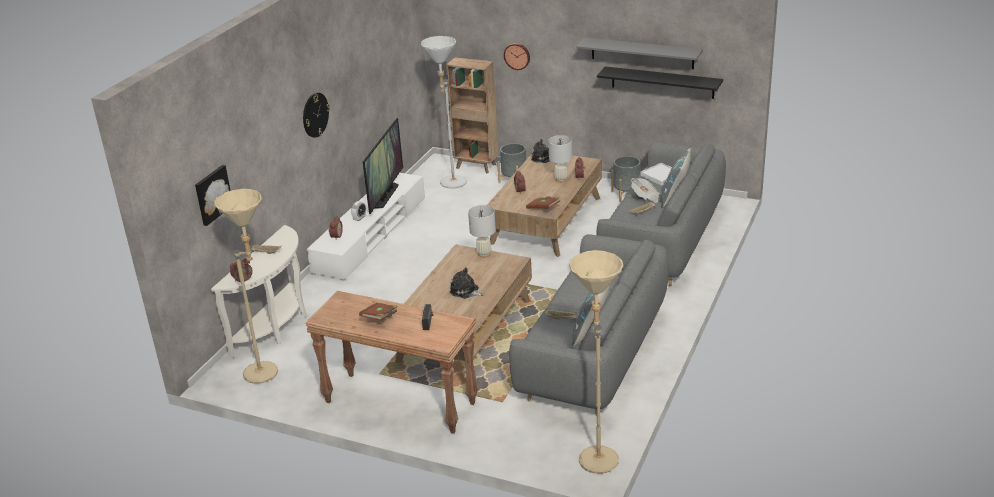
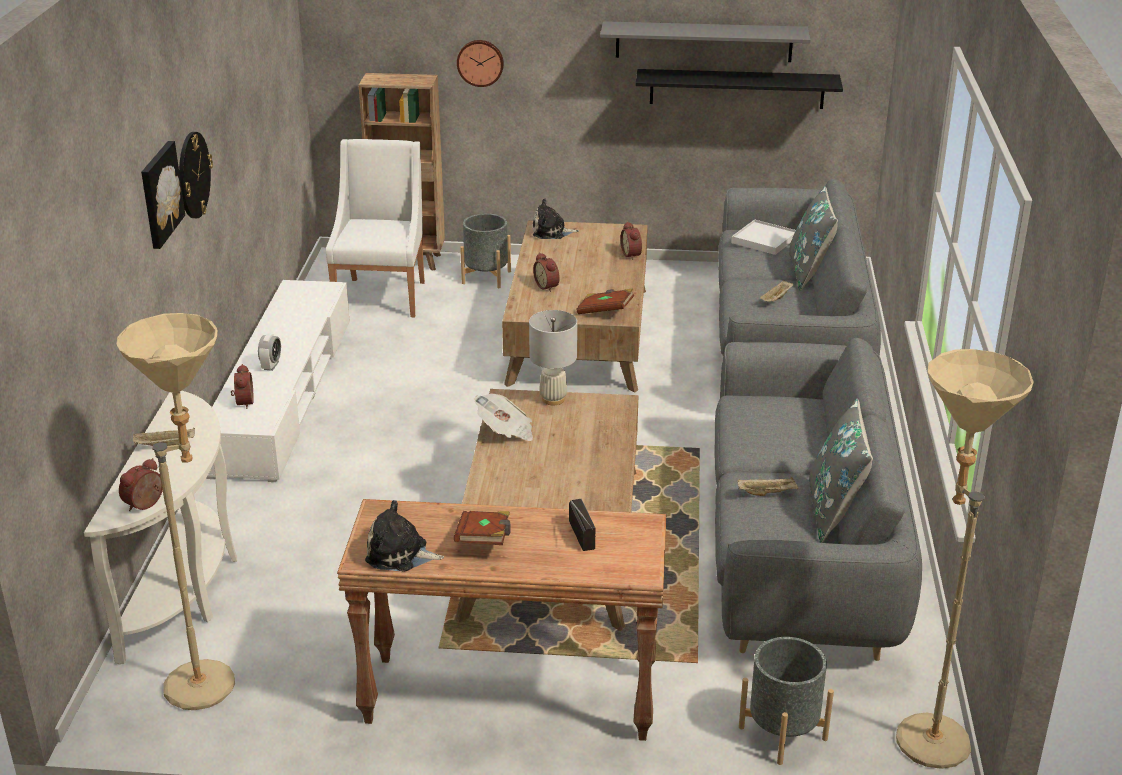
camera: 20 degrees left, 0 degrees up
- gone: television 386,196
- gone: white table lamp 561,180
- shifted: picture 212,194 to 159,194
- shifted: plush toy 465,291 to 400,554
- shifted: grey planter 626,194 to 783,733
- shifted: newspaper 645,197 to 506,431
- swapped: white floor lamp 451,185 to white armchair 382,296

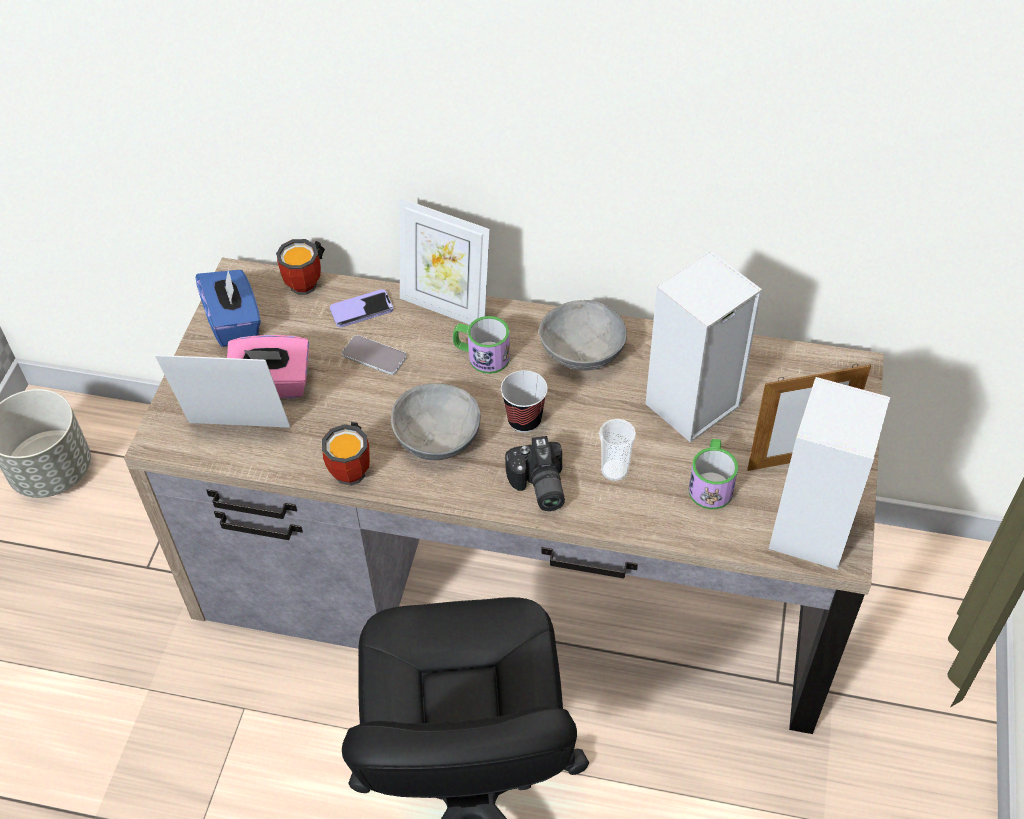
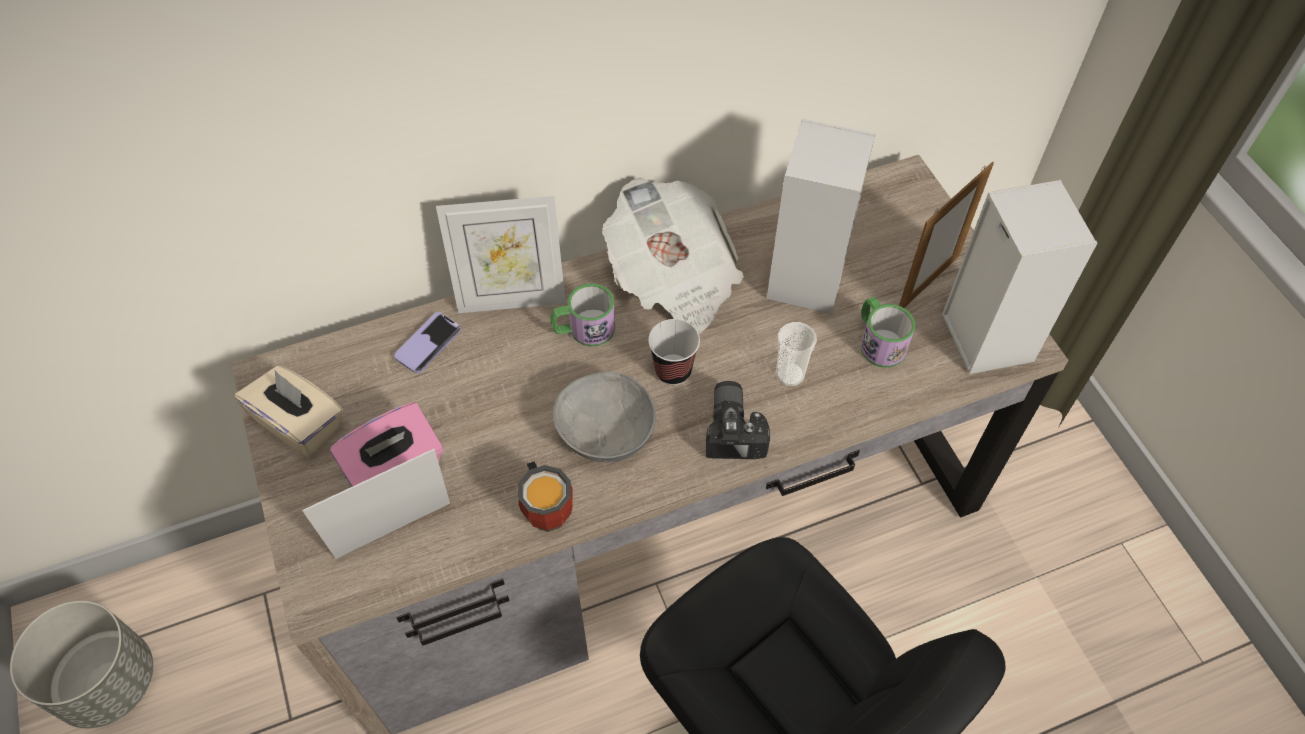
camera: 35 degrees left, 5 degrees up
- gone: mug 308,282
- gone: phone 374,356
- swapped: grey bowl 582,352 to newspaper 673,279
- repainted: blue tissue box 234,322 to beige tissue box 300,424
- rotated: photo camera 537,487 = 736,428 135 degrees counterclockwise

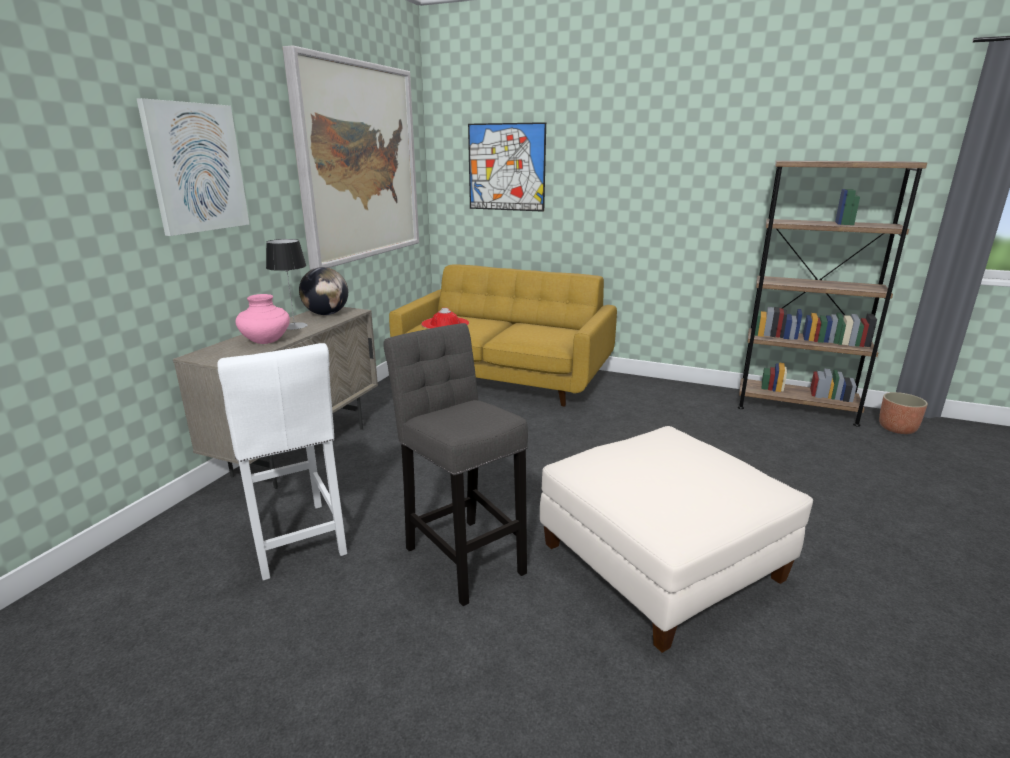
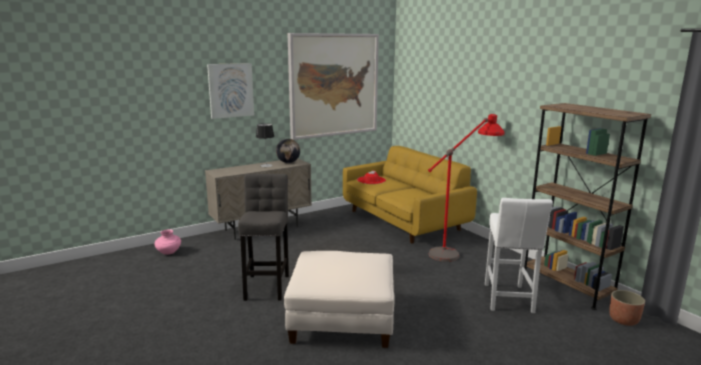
camera: 35 degrees right, 5 degrees down
- gone: picture 506,167
- new: red floor lamp 459,250
- shifted: white stool 297,542 to 508,300
- shifted: pink vase 266,341 to 168,252

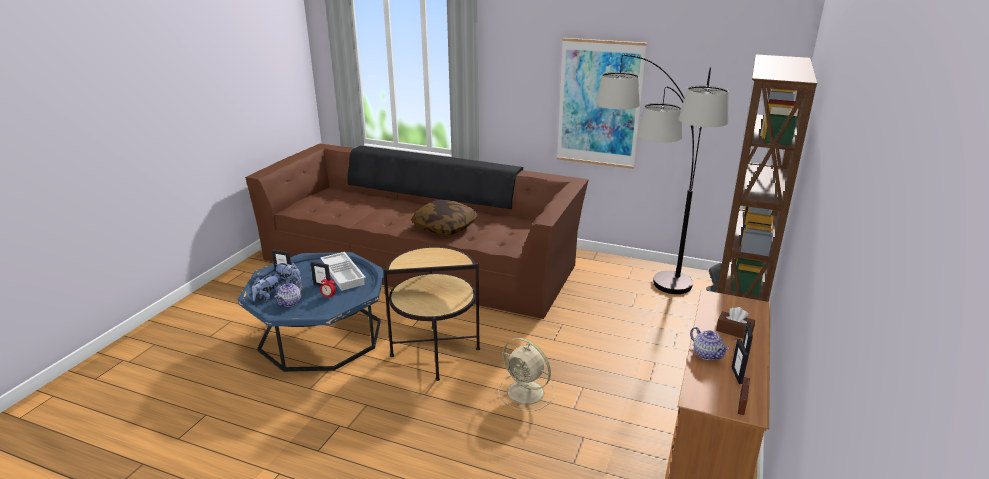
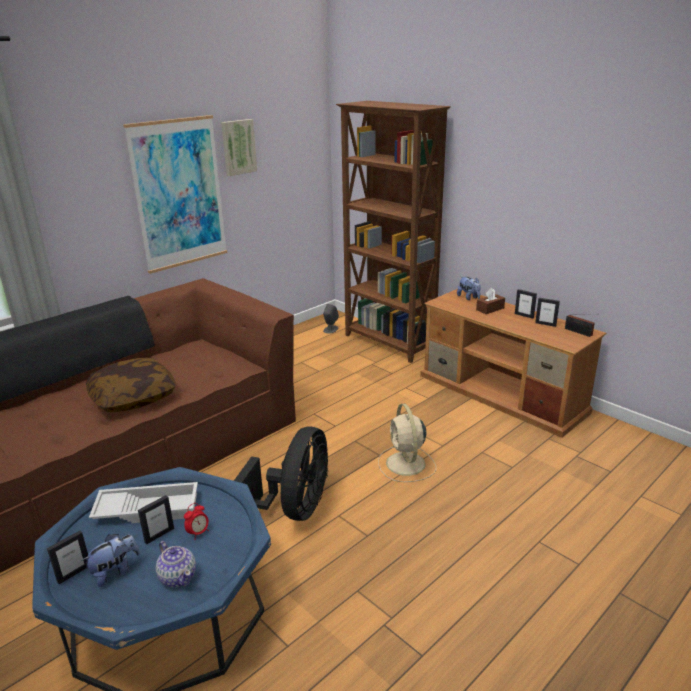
camera: 65 degrees left, 0 degrees up
- gone: floor lamp 648,303
- gone: teapot 706,354
- new: picture 238,147
- shifted: plush toy 268,298 to 469,298
- swapped: side table 435,352 to black fan 295,509
- rotated: beige fan 527,393 = 406,465 105 degrees clockwise

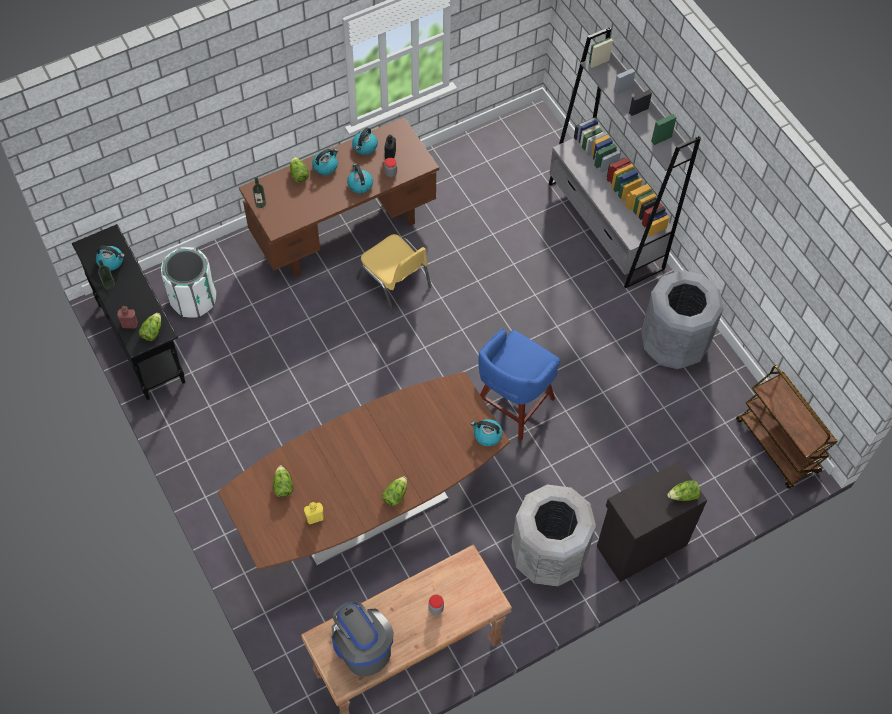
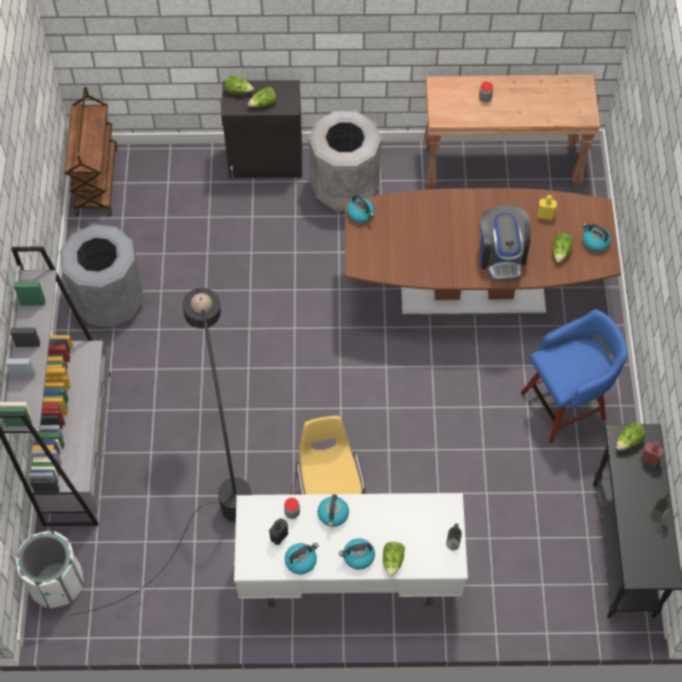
camera: 150 degrees left, 0 degrees up
- new: black floor lamp 211,476
- shifted: kettle 111,261 to 595,242
- shifted: white trash can 193,299 to 57,582
- shifted: coffee machine 362,646 to 501,256
- shifted: lettuce 395,495 to 263,103
- shifted: blue stool 512,406 to 565,405
- repainted: brown desk 344,231 to white desk 349,578

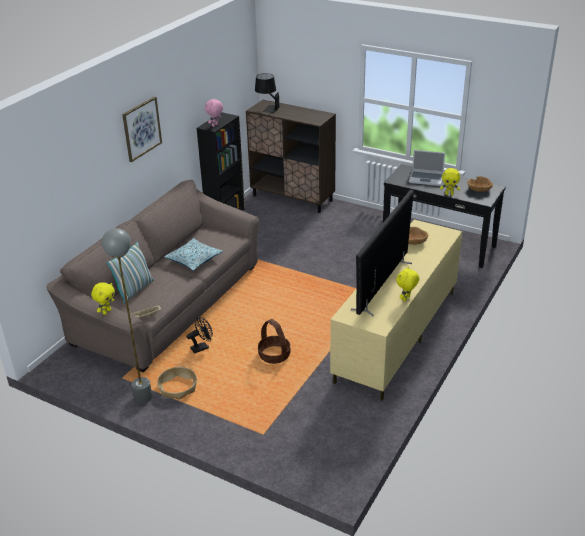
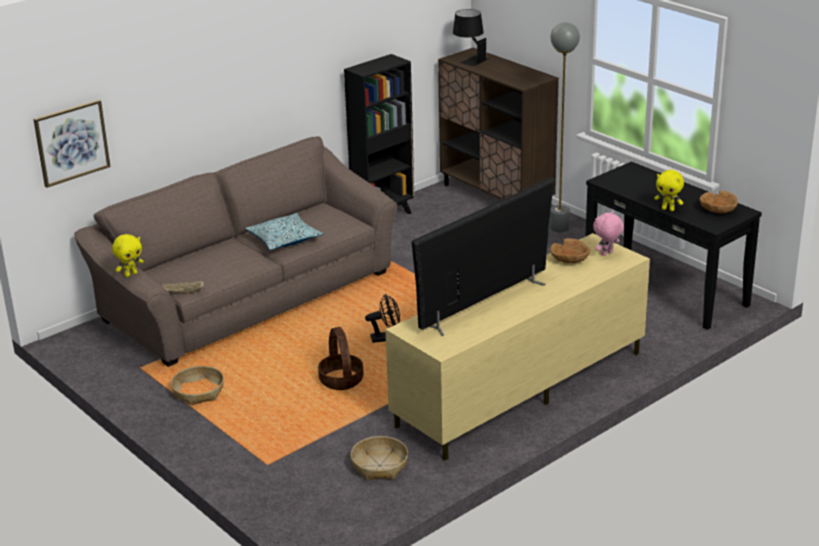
camera: 20 degrees right, 5 degrees down
- gone: pillow 135,290
- gone: yellow plush toy 406,299
- gone: laptop 426,179
- new: basket 379,466
- shifted: grey floor lamp 143,397 to 559,228
- shifted: picture 141,128 to 71,142
- shifted: black fan 202,347 to 386,338
- shifted: pink plush toy 215,125 to 607,254

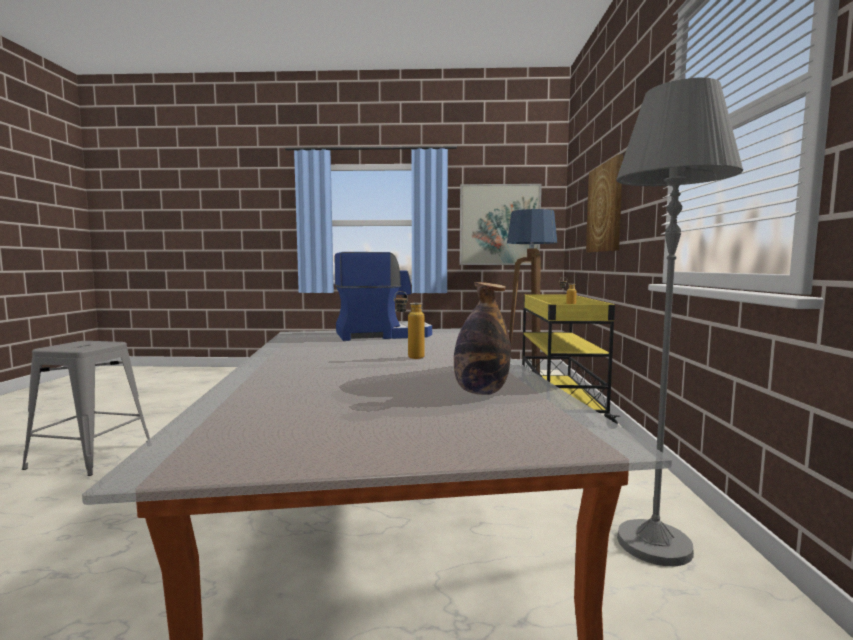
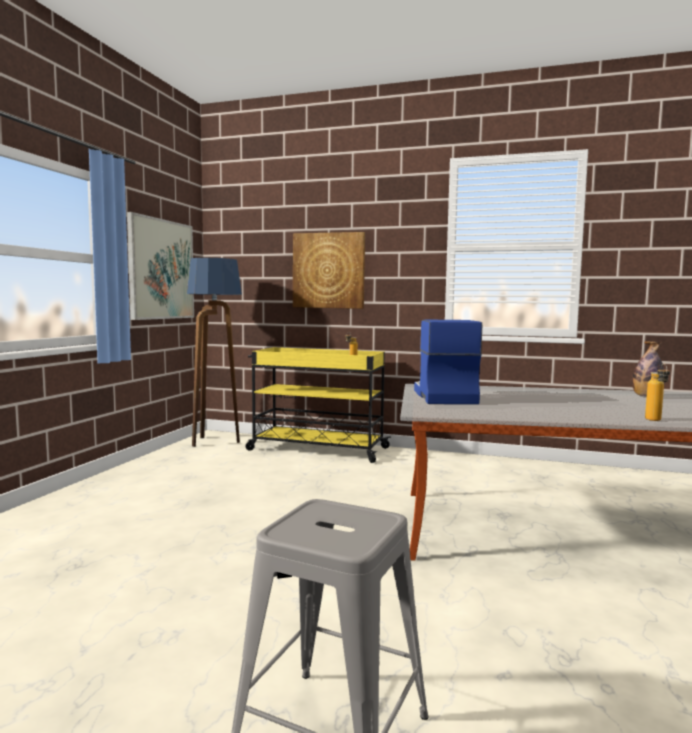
camera: 75 degrees left, 0 degrees up
- gone: grey floor lamp 654,544
- shifted: bottle 409,357 to 656,421

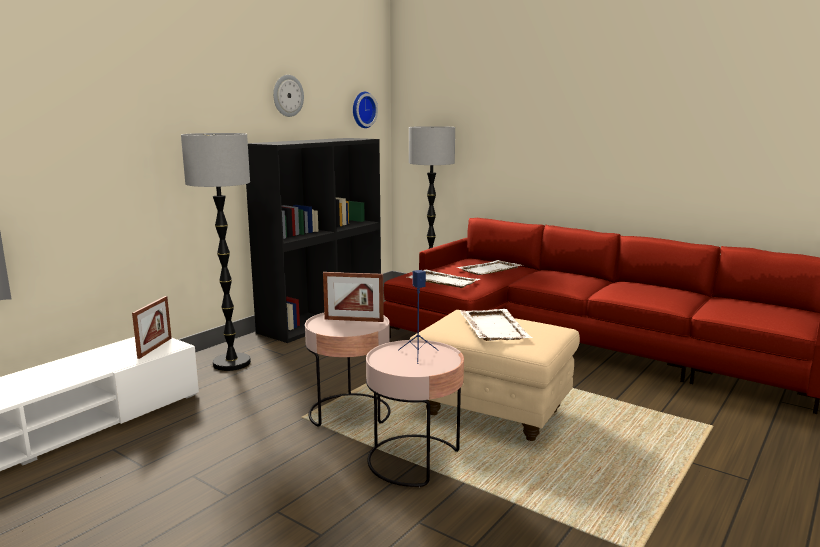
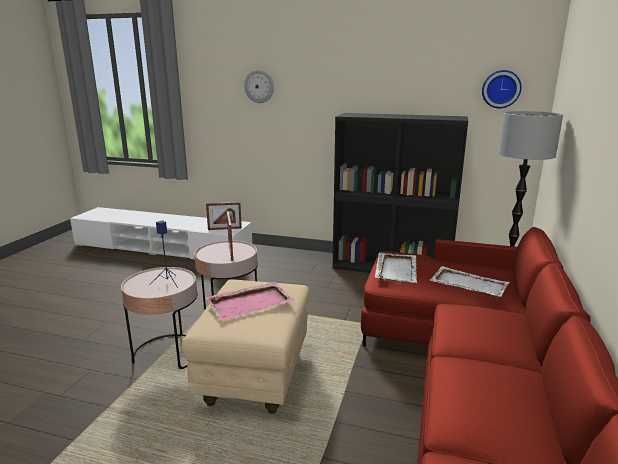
camera: 70 degrees right, 5 degrees up
- gone: floor lamp 232,363
- shifted: wall clock 287,96 to 259,86
- repainted: white tray 493,327 to pink tray 250,303

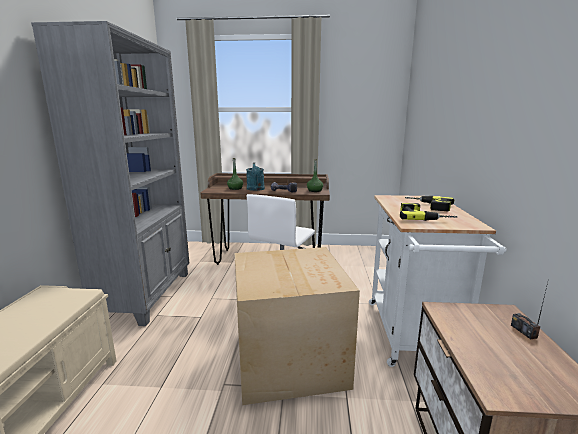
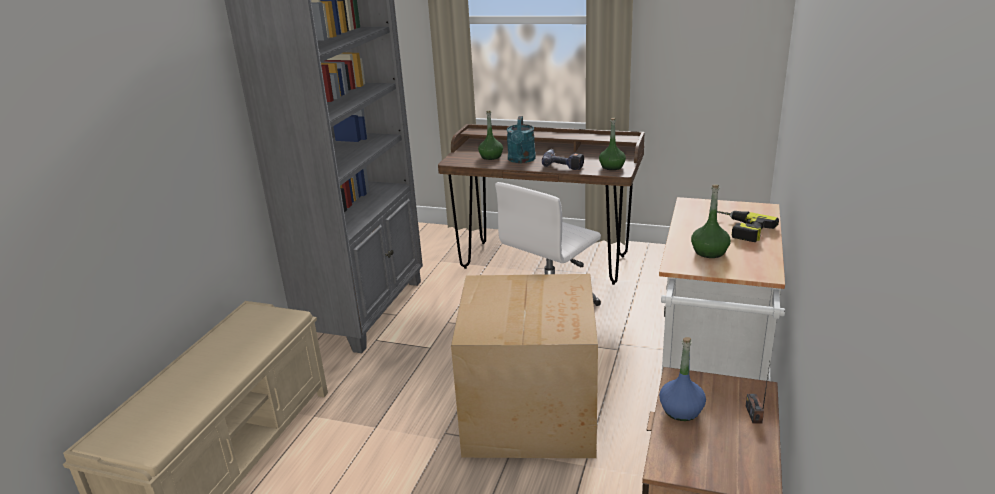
camera: 15 degrees right, 10 degrees up
- new: blue bottle 681,410
- swapped: power drill 424,217 to green bottle 709,252

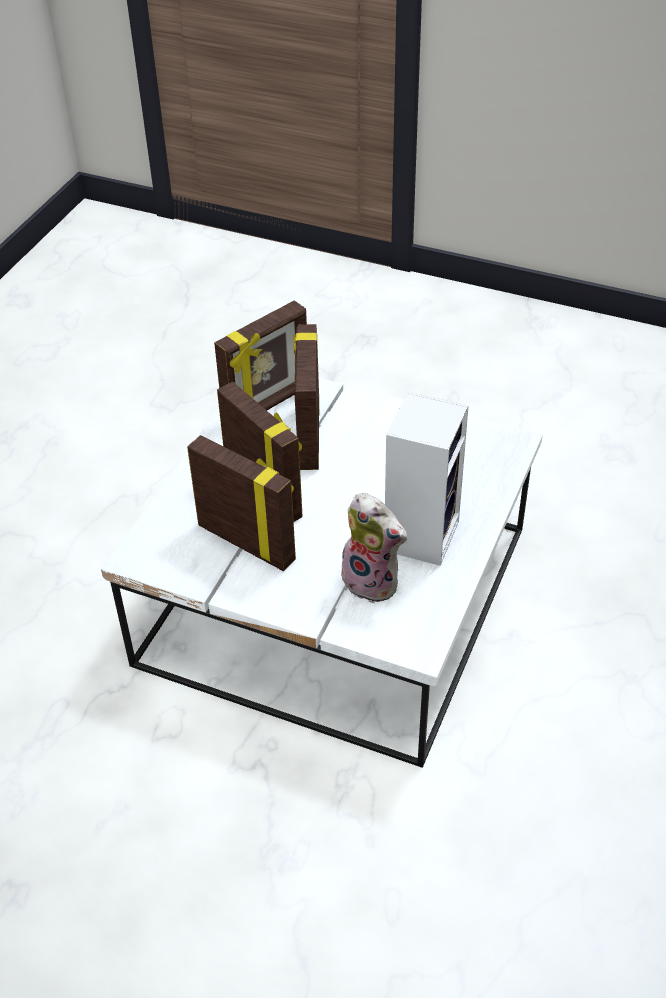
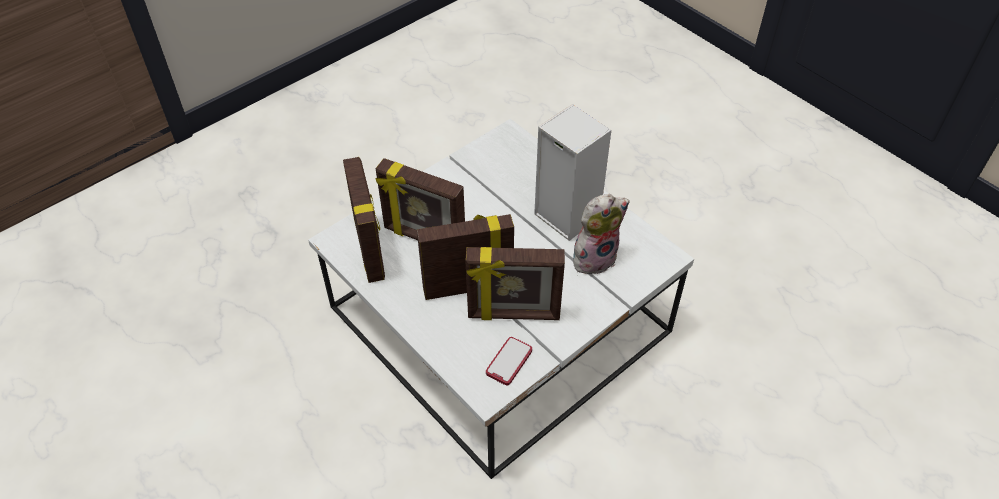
camera: 65 degrees left, 5 degrees up
- new: phone 509,362
- rotated: picture frame 247,542 = 513,314 150 degrees counterclockwise

